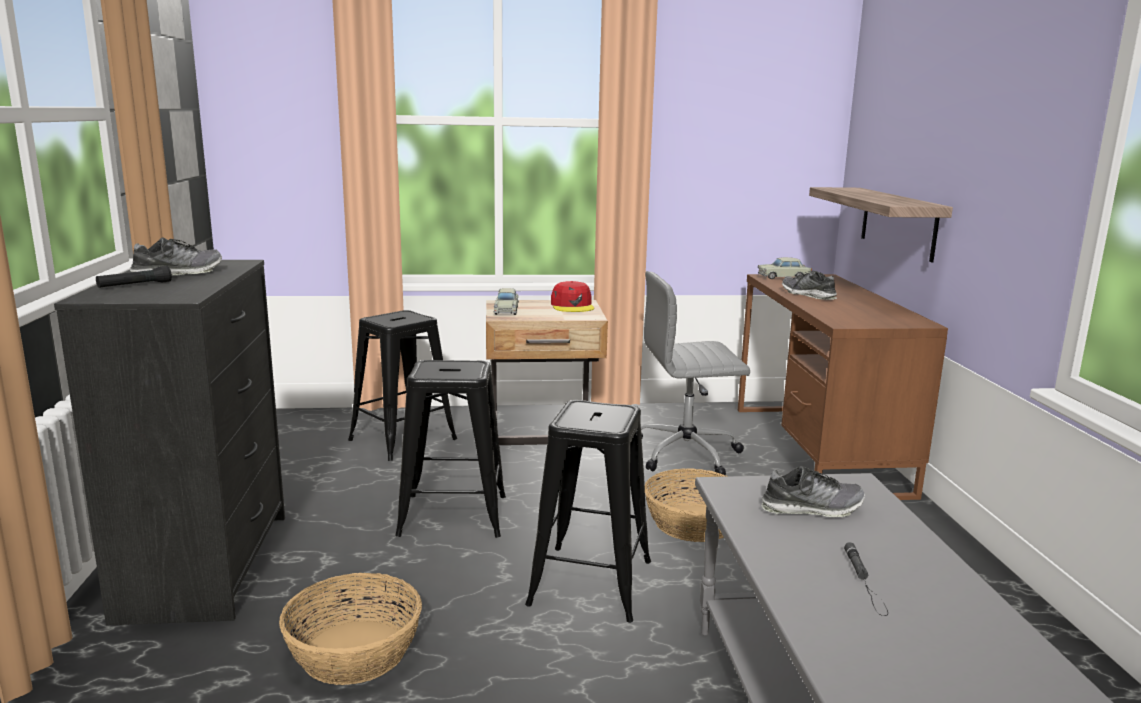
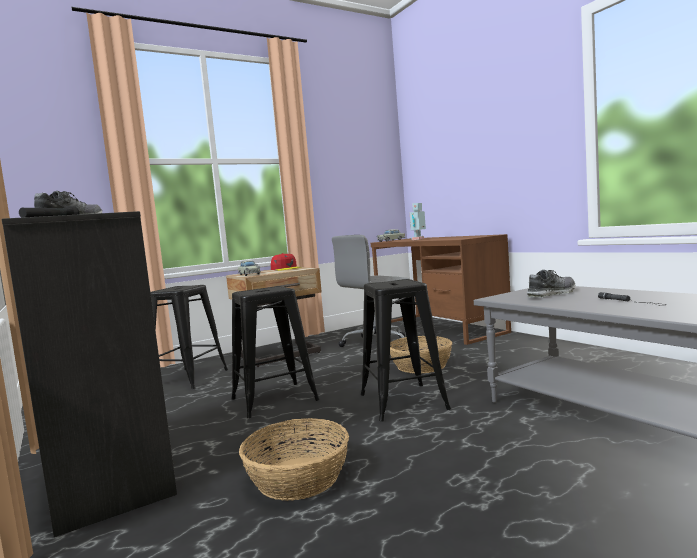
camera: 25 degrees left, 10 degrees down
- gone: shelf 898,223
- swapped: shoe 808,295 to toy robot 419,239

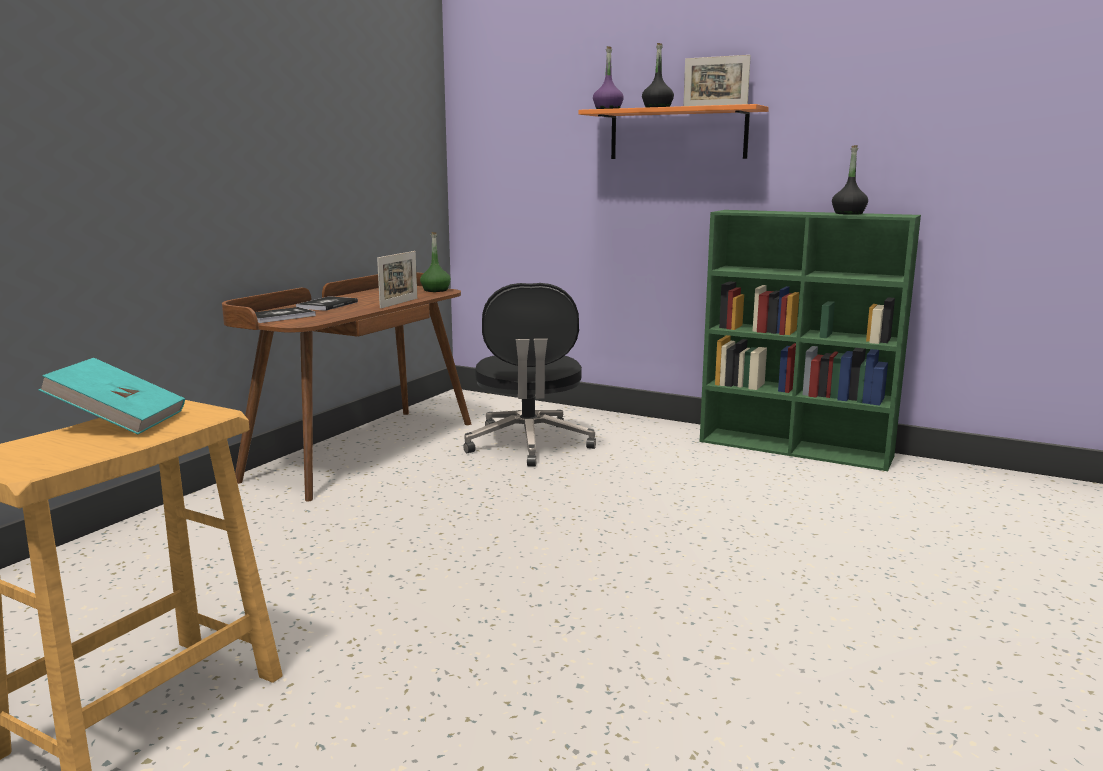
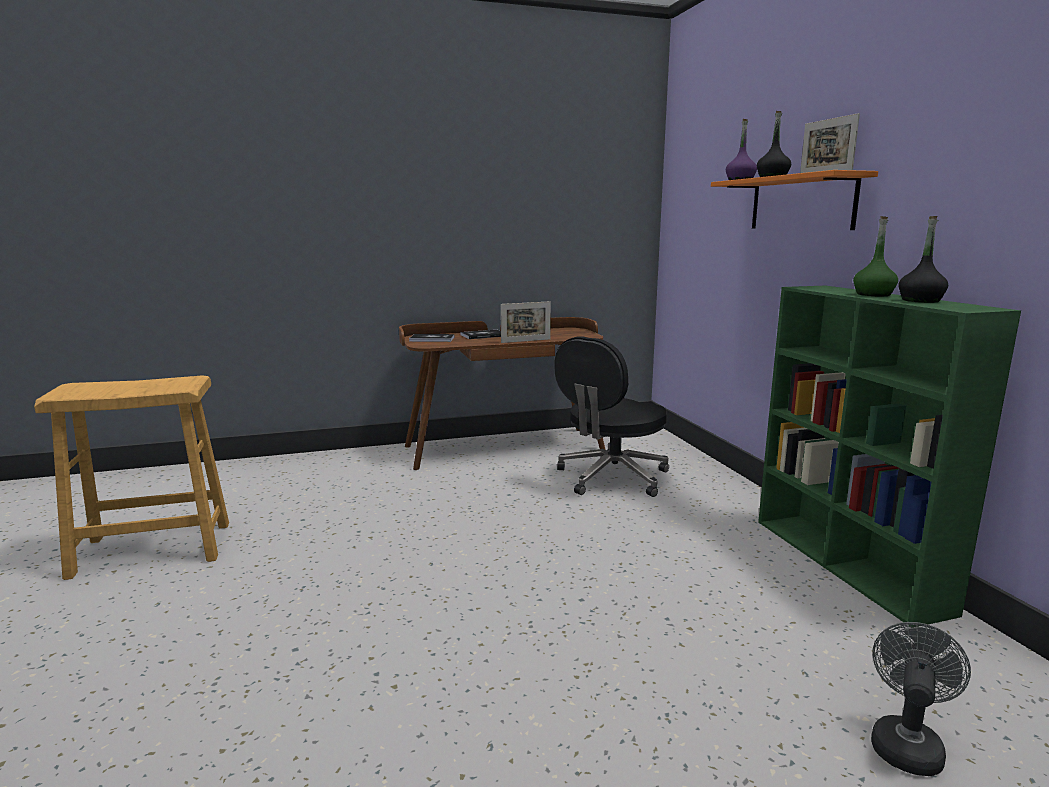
camera: 45 degrees right, 0 degrees up
- gone: turquoise book 119,421
- new: grey fan 906,743
- shifted: green bottle 435,290 to 873,294

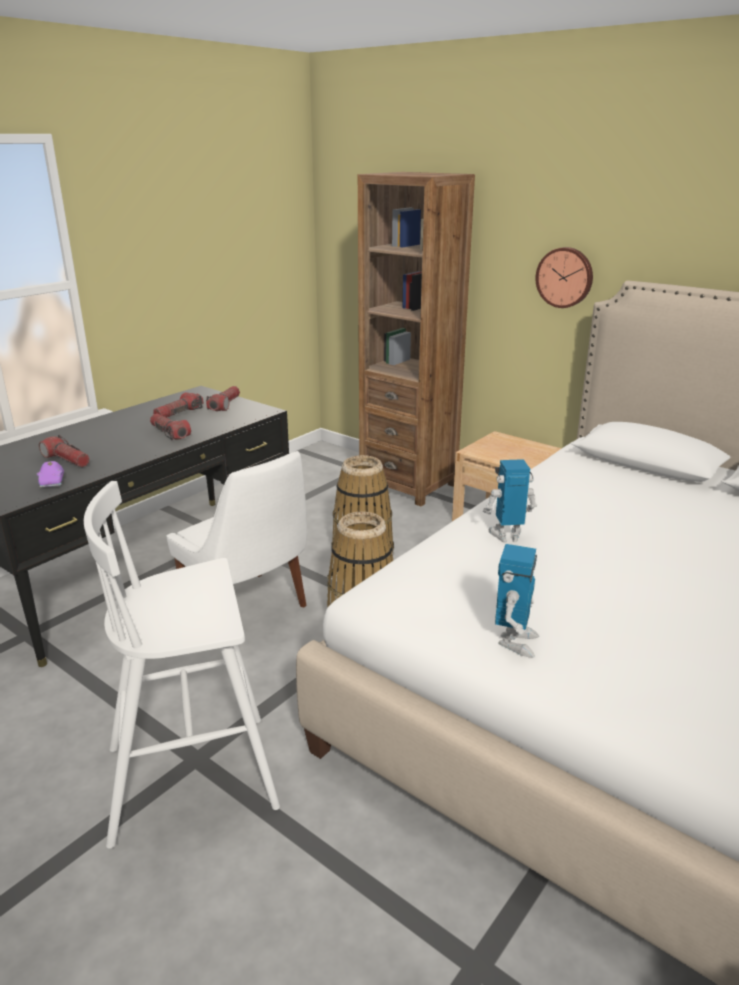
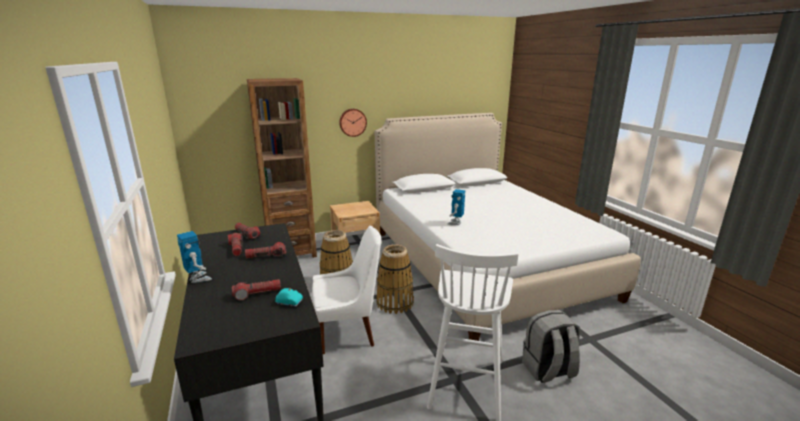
camera: 60 degrees left, 5 degrees down
- new: grey backpack 548,370
- shifted: toy robot 515,642 to 198,279
- repainted: purple toy car 53,482 to turquoise toy car 289,302

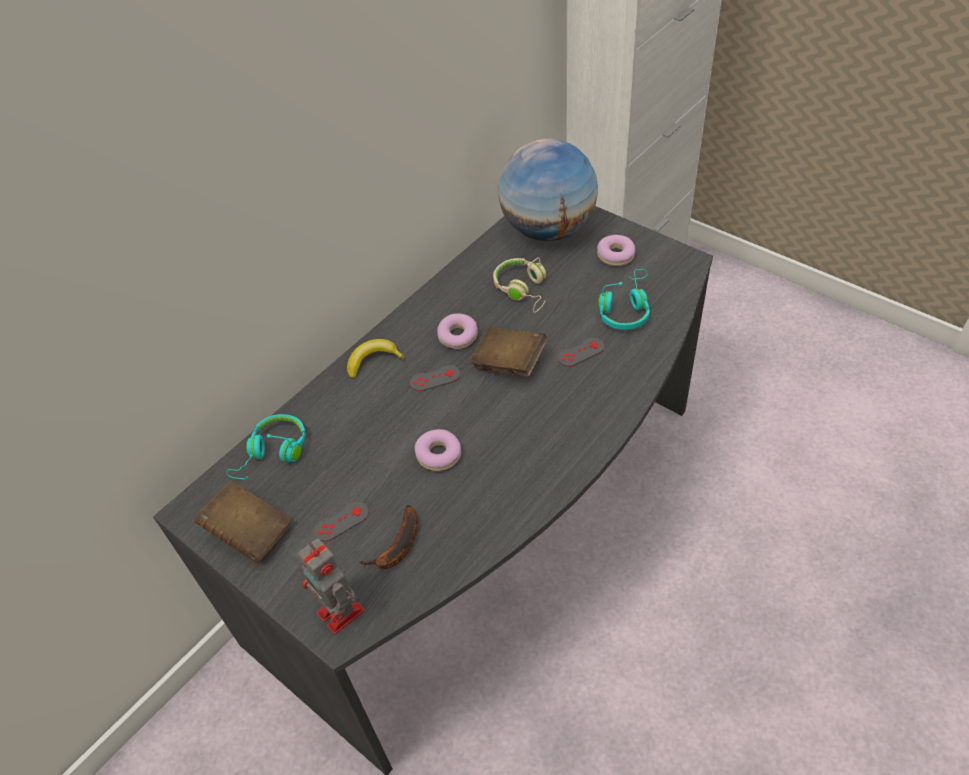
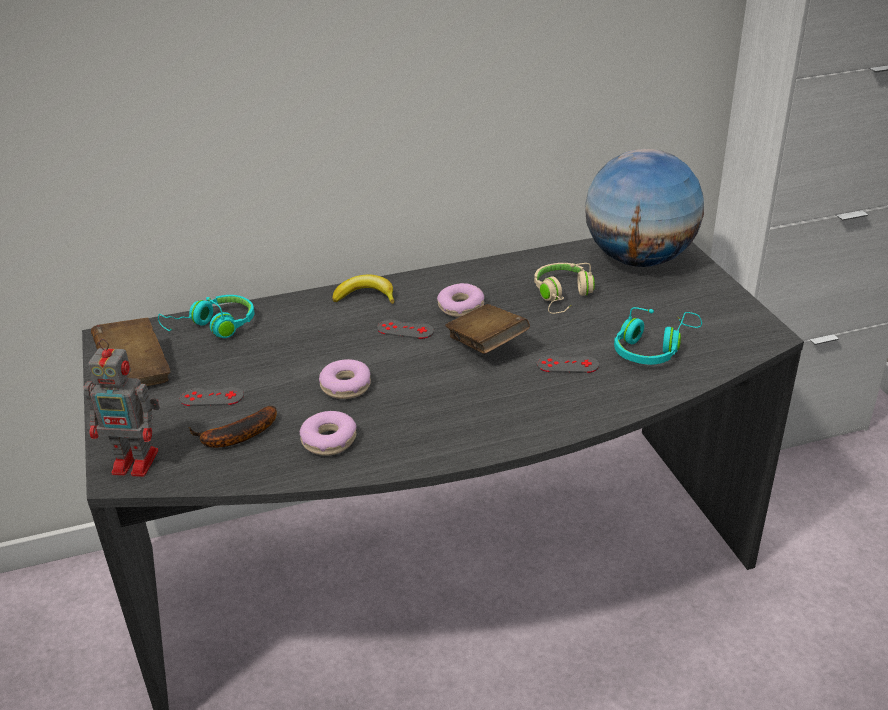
camera: 30 degrees right, 15 degrees down
- shifted: donut 615,255 to 329,440
- rotated: toy robot 342,613 = 138,462 75 degrees counterclockwise

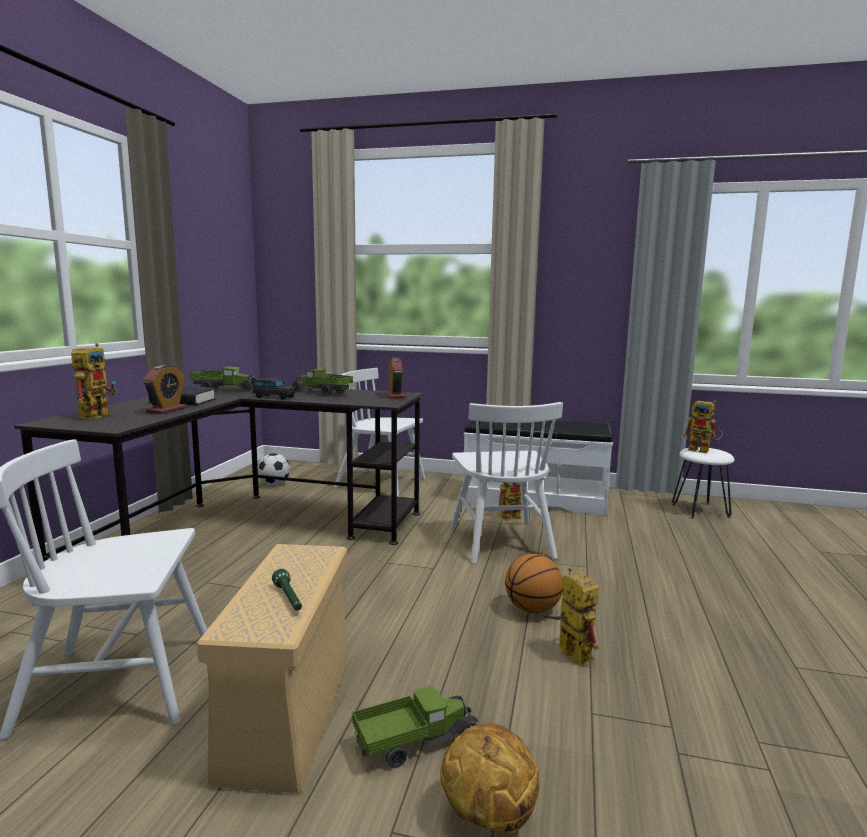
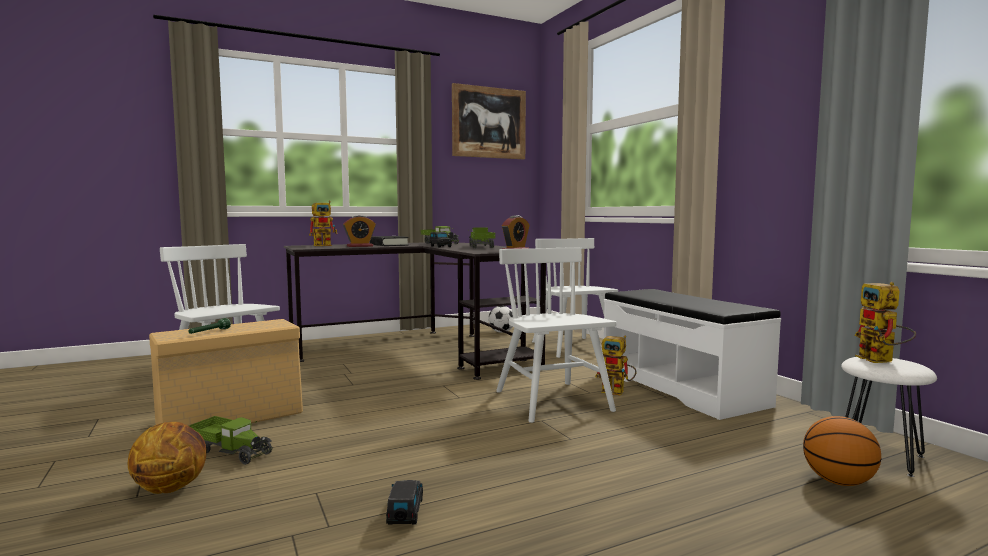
camera: 50 degrees right, 5 degrees down
- gone: toy robot 568,651
- new: black toy car 405,513
- new: picture 489,122
- shifted: basketball 533,609 to 839,482
- rotated: white chair 501,541 = 552,401 120 degrees clockwise

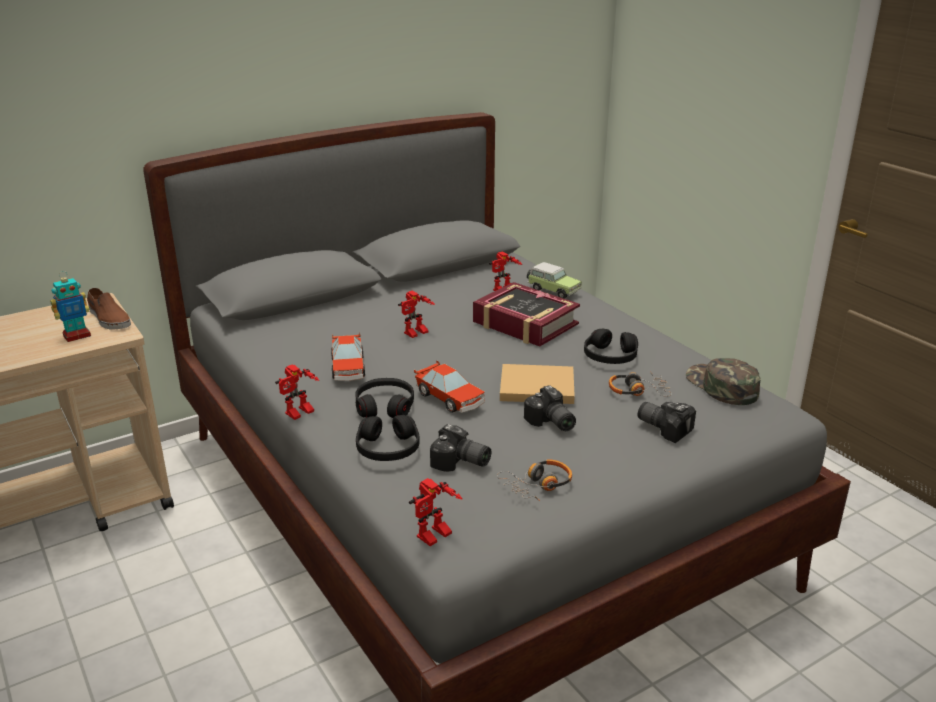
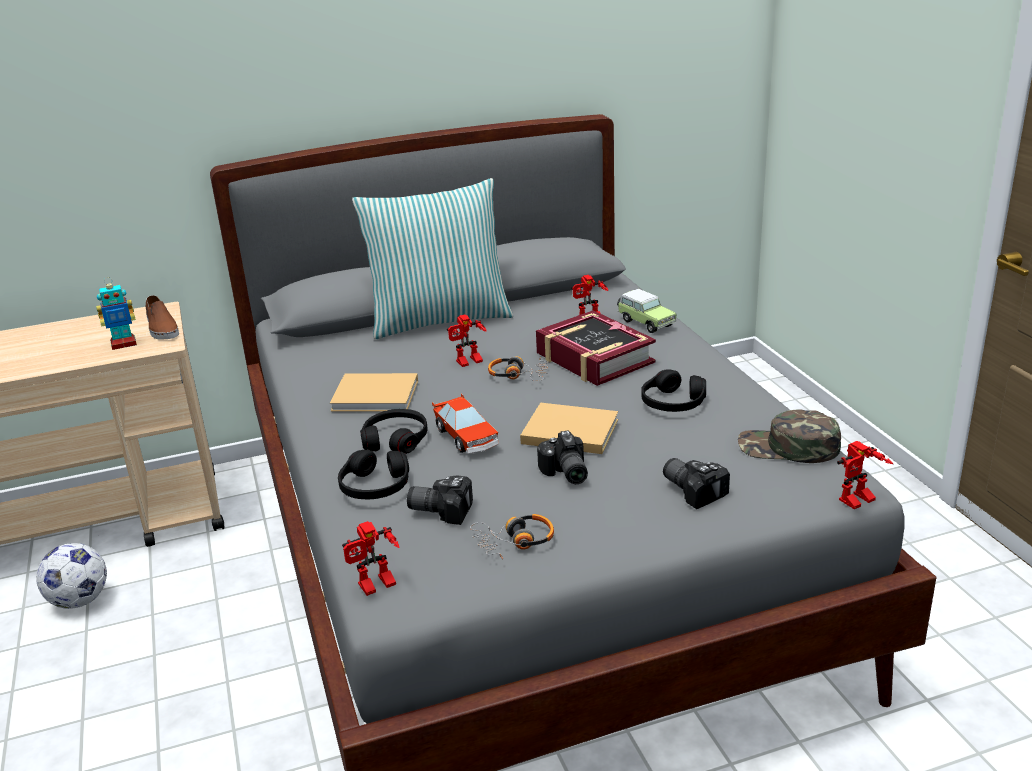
camera: 15 degrees right, 0 degrees up
- new: football 79,600
- new: pillow 439,319
- shifted: toy robot 300,414 to 858,502
- shifted: headphones 638,391 to 518,375
- swapped: toy car 348,368 to beige book 378,396
- rotated: photo camera 460,463 = 441,509 150 degrees clockwise
- rotated: green cap 721,386 = 788,447 60 degrees counterclockwise

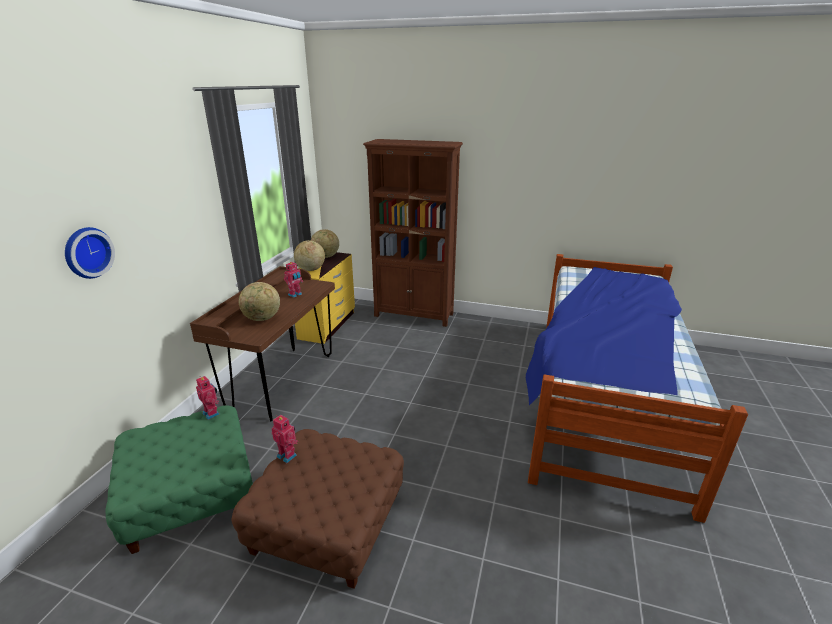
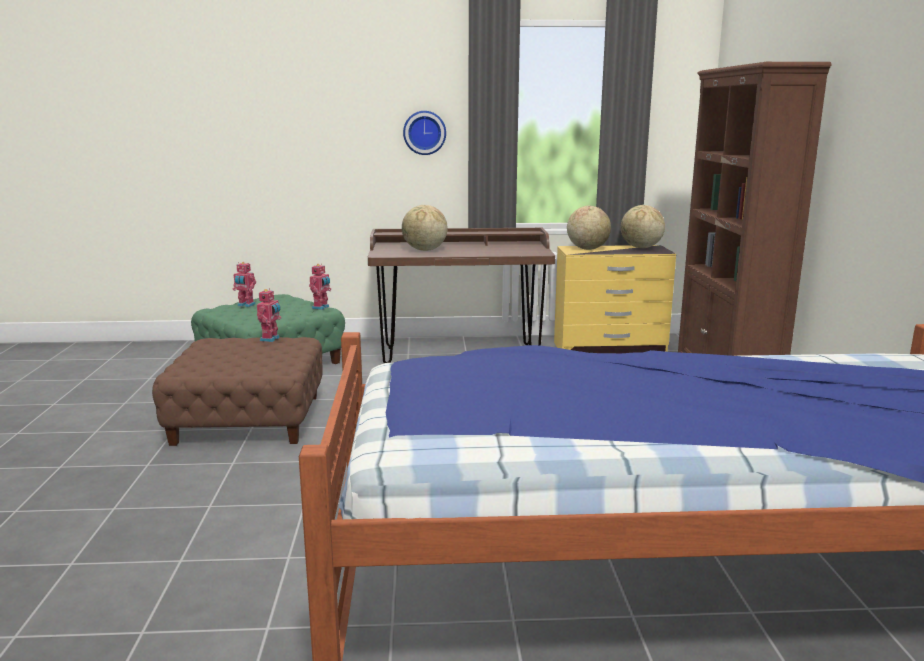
camera: 70 degrees right, 10 degrees down
- shifted: wall clock 86,252 to 424,132
- shifted: toy robot 295,295 to 246,305

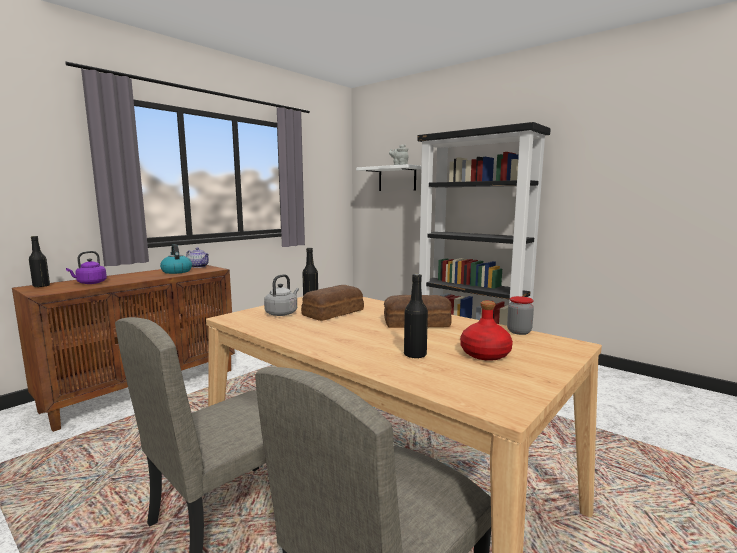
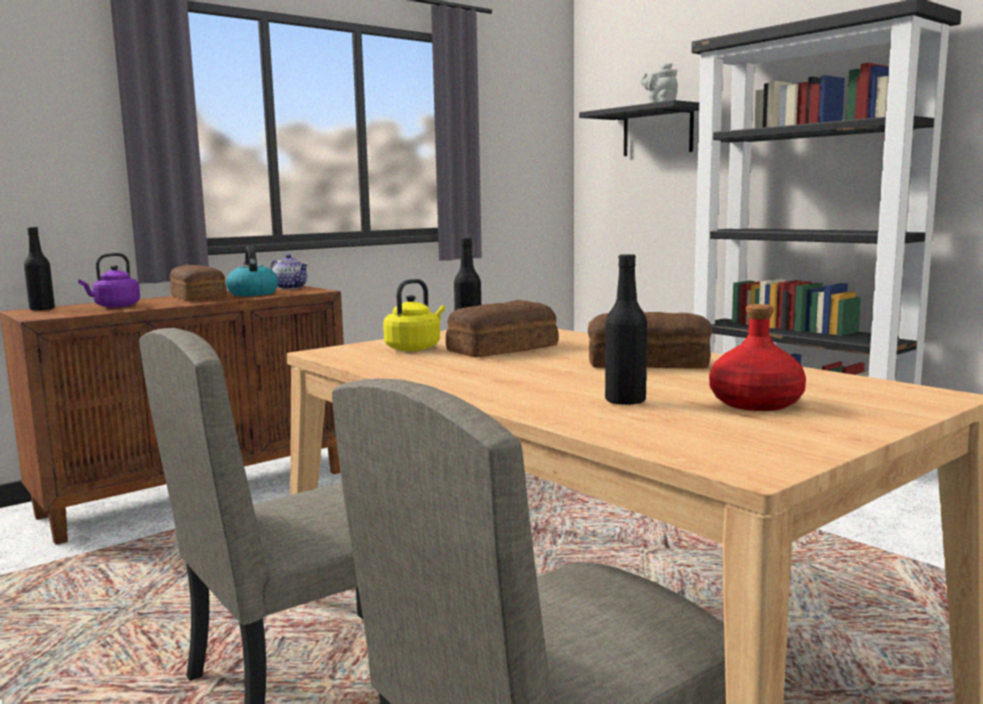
camera: 10 degrees right, 0 degrees up
- gone: jar 519,332
- new: bread 197,297
- repainted: grey kettle 282,313 to yellow kettle 415,348
- repainted: white shelf 397,179 to black shelf 657,131

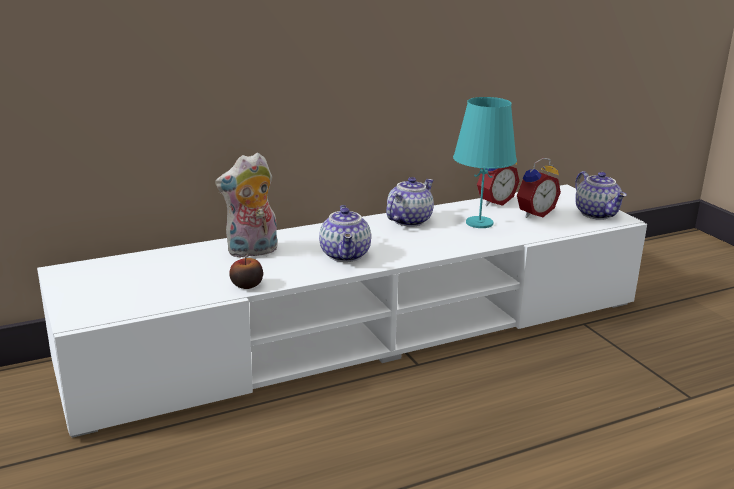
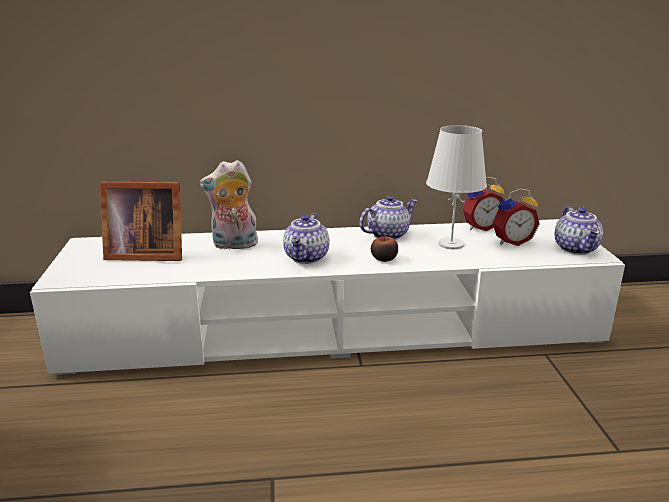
camera: 20 degrees right, 0 degrees up
- new: picture frame 144,254
- shifted: apple 246,285 to 384,259
- repainted: turquoise table lamp 480,223 to white table lamp 451,244

